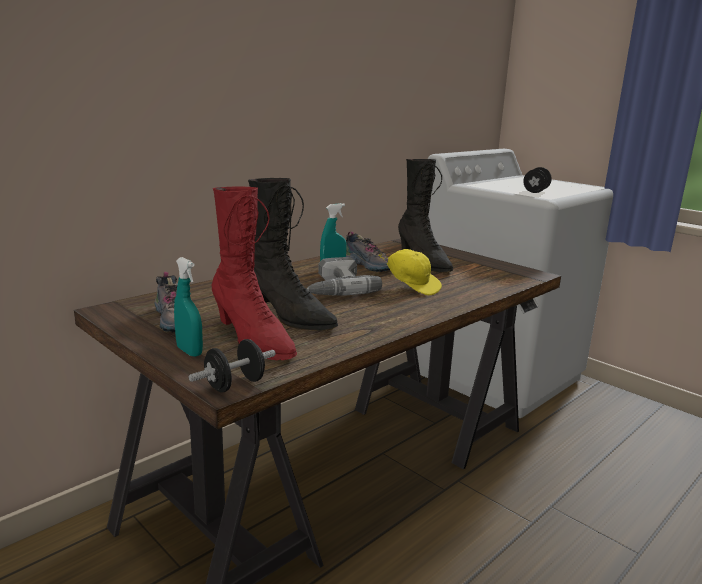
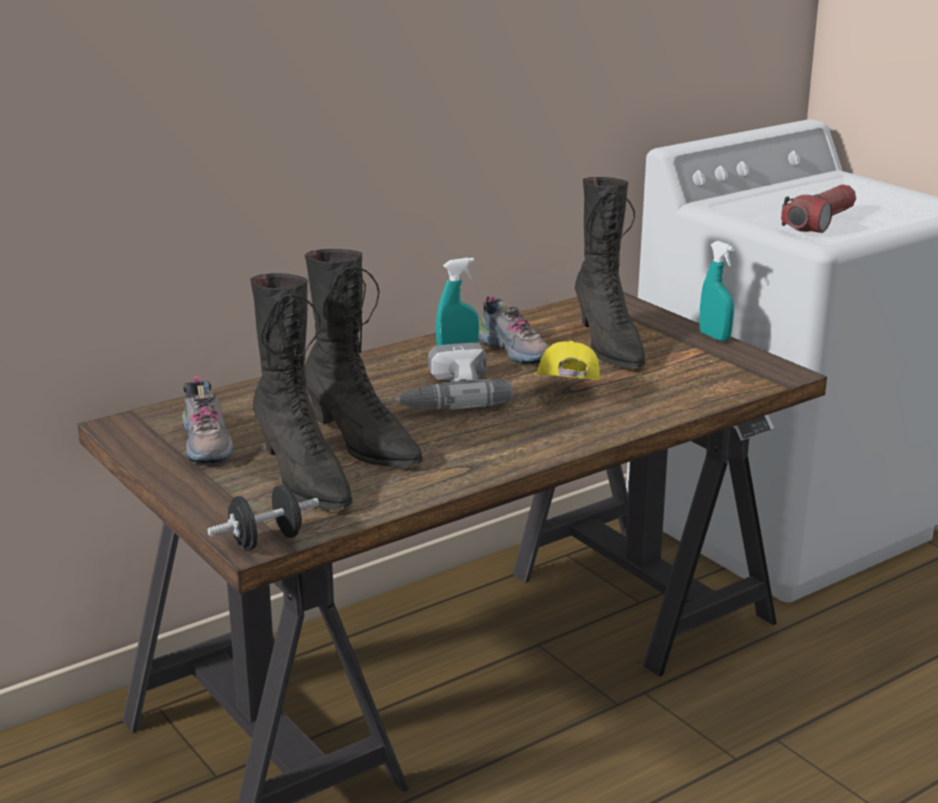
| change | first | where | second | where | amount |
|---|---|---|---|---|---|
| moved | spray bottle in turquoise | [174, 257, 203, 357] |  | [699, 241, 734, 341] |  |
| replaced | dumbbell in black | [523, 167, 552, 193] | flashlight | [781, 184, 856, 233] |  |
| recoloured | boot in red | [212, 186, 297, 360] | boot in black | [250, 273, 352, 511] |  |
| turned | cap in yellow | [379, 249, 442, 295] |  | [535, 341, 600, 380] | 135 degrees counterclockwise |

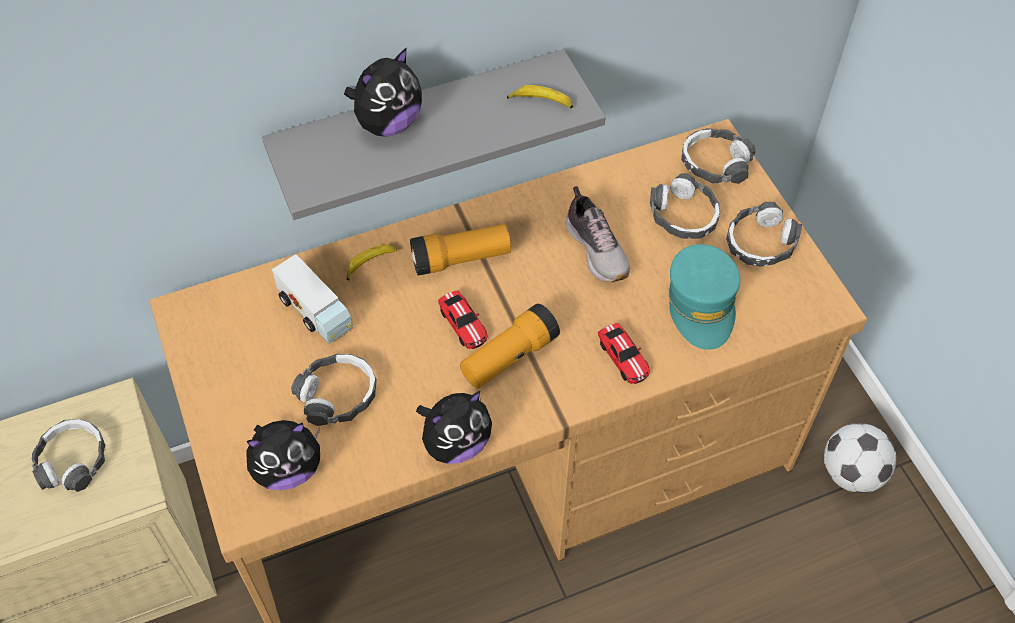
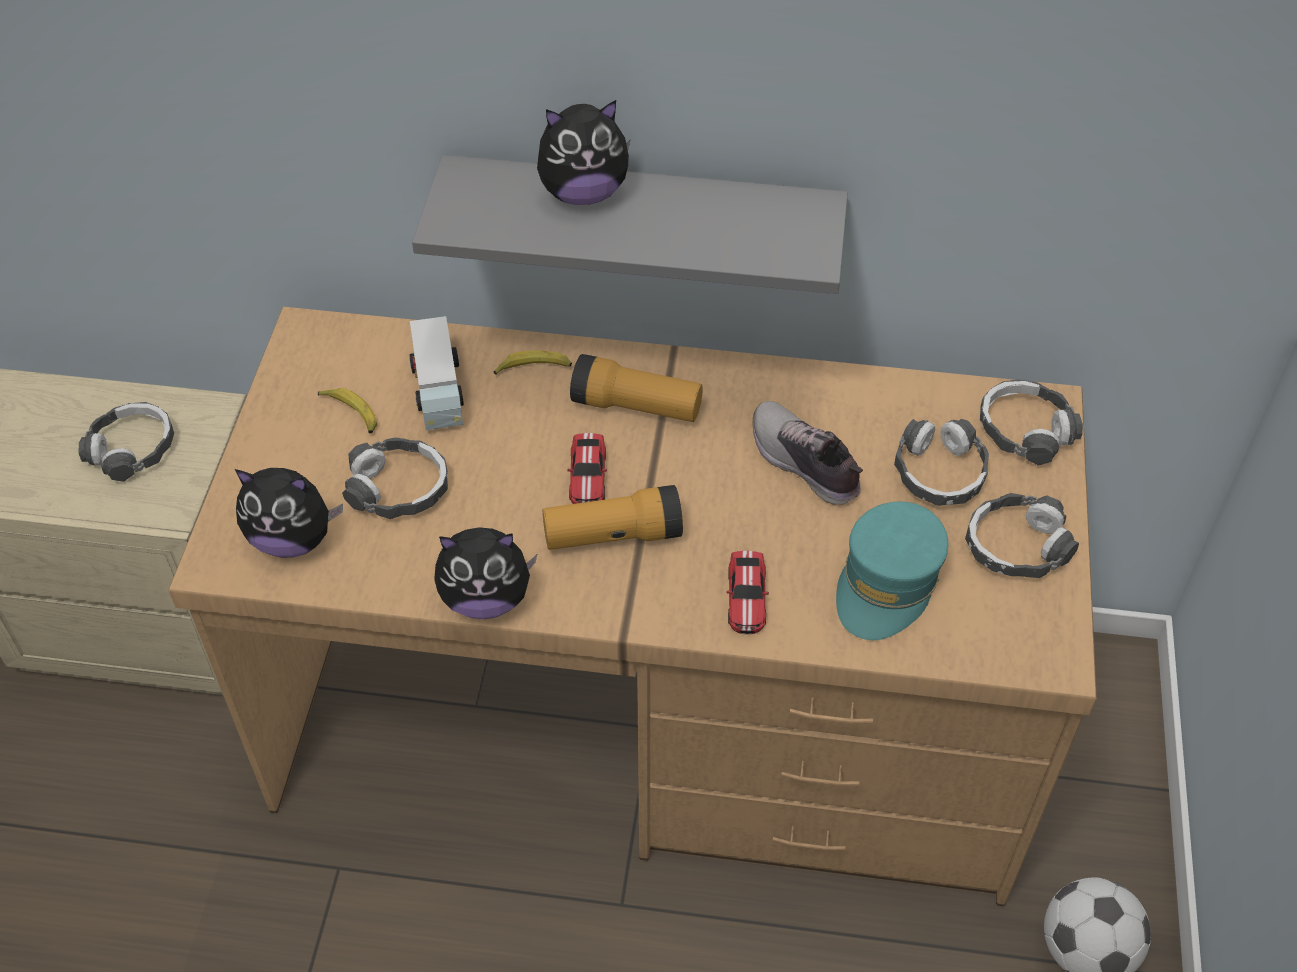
| change | first | where | second | where | amount |
|---|---|---|---|---|---|
| moved | banana | [507, 85, 573, 108] |  | [318, 388, 377, 434] |  |
| turned | shoe | [566, 186, 630, 282] |  | [753, 401, 863, 505] | 135 degrees clockwise |

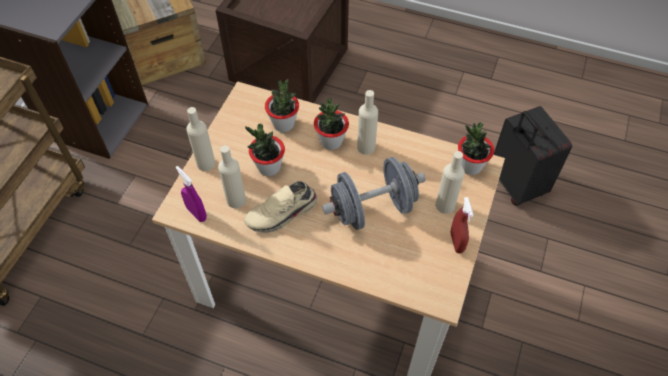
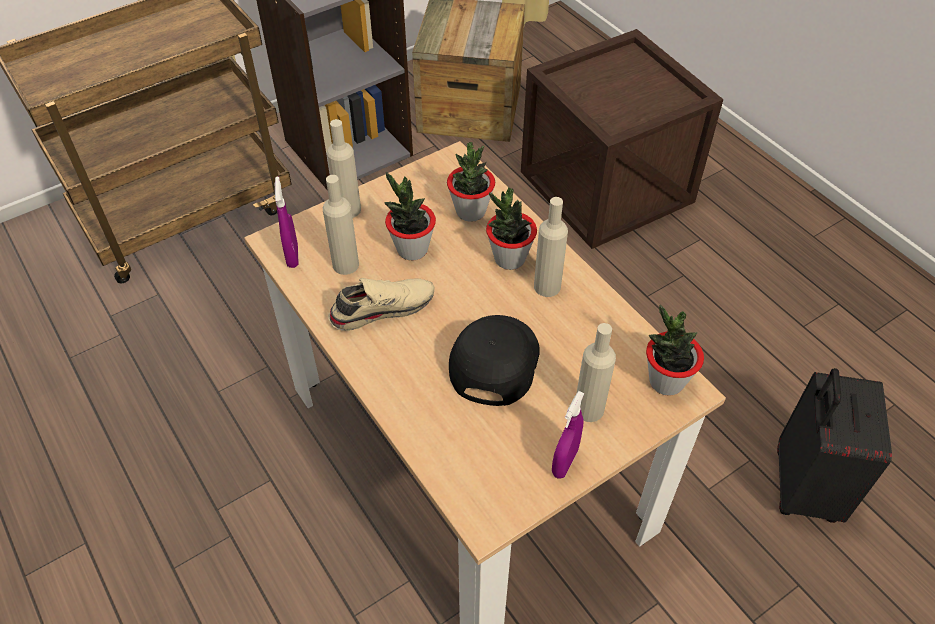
| change | first | where | second | where | amount |
|---|---|---|---|---|---|
| replaced | dumbbell in grey | [322, 157, 426, 230] | cap in black | [449, 315, 540, 406] |  |
| recoloured | spray bottle in red | [450, 197, 474, 254] | spray bottle in purple | [552, 391, 584, 479] |  |
| turned | shoe in beige | [244, 181, 318, 233] |  | [328, 278, 435, 331] | 150 degrees clockwise |

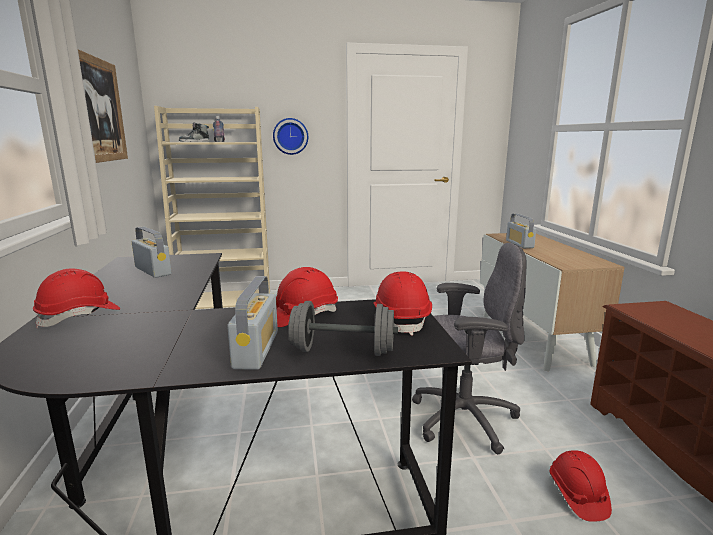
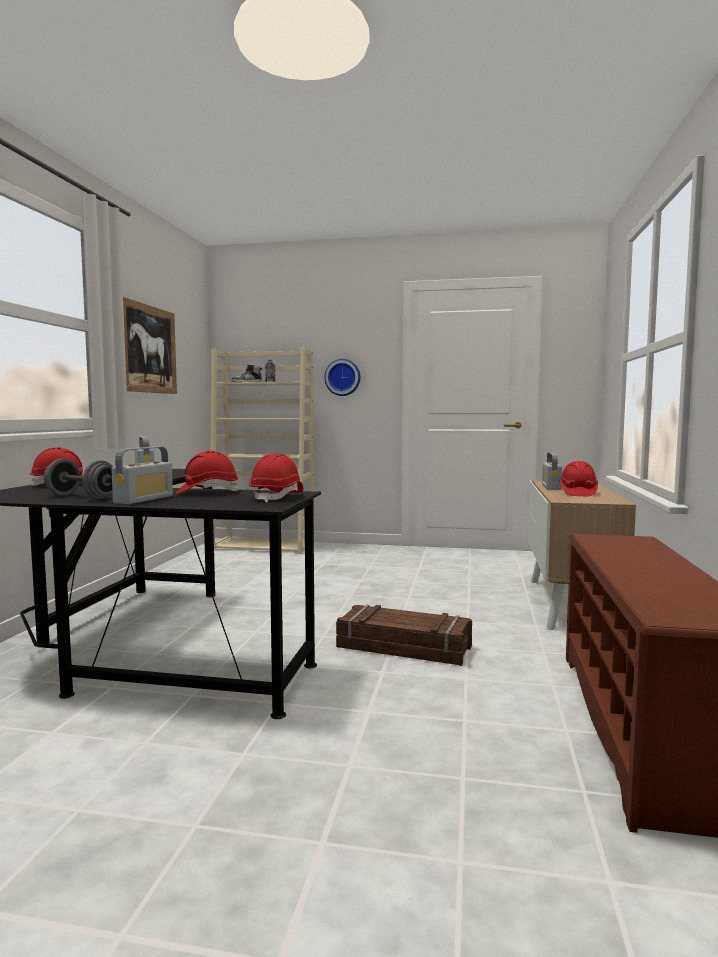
| change | first | where | second | where | amount |
|---|---|---|---|---|---|
| moved | dumbbell in grey | [288, 301, 398, 356] |  | [44, 459, 113, 499] |  |
| moved | hard hat in red | [550, 450, 612, 522] |  | [559, 461, 598, 496] |  |
| replaced | office chair in grey | [412, 243, 527, 454] | crate | [336, 605, 472, 666] |  |

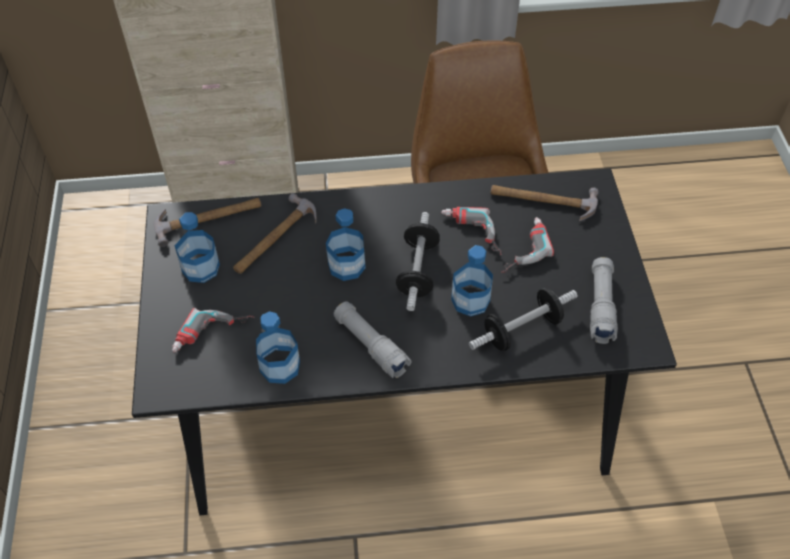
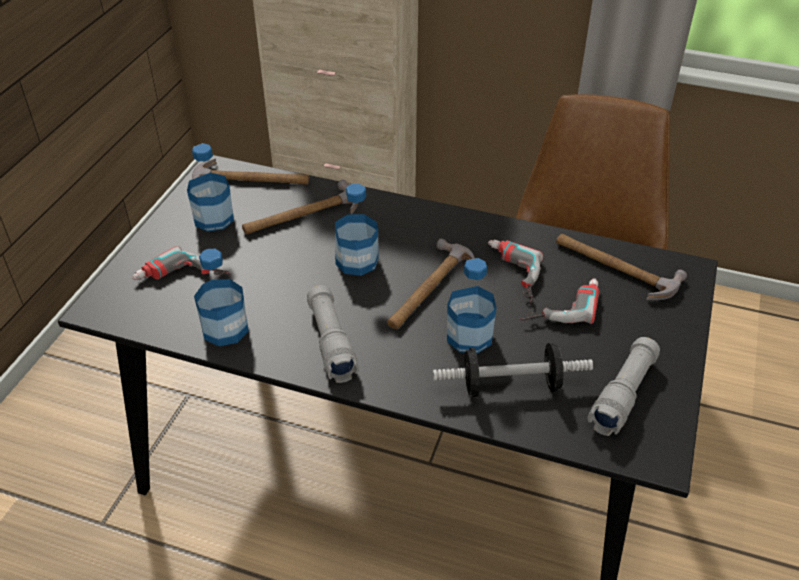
| change | first | where | second | where | amount |
|---|---|---|---|---|---|
| replaced | dumbbell | [396, 212, 440, 311] | hammer | [387, 238, 475, 329] |  |

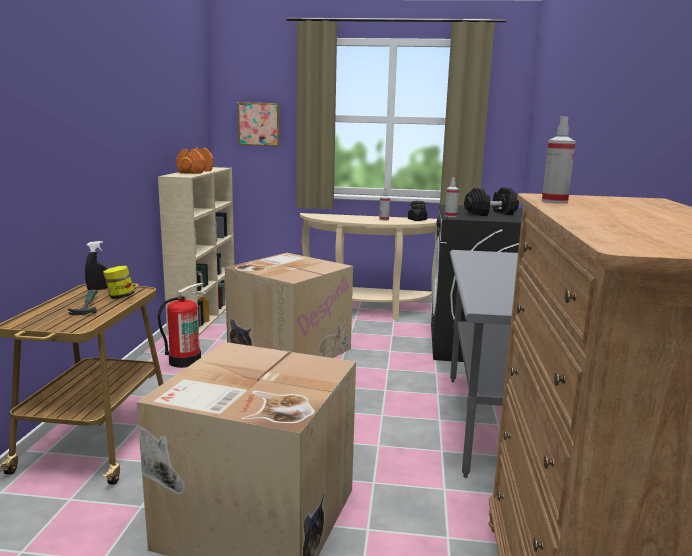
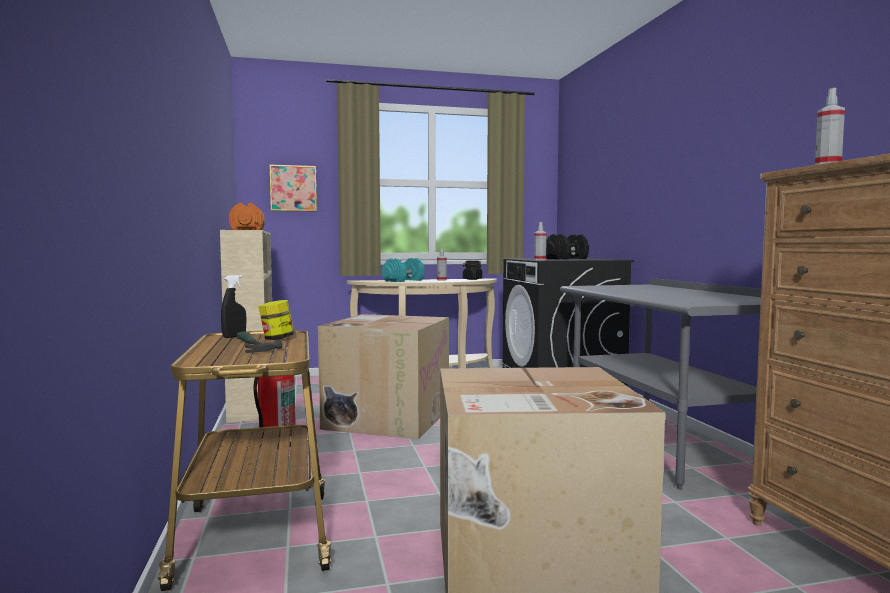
| change | first | where | second | where | amount |
|---|---|---|---|---|---|
| added |  |  | dumbbell in turquoise | [382, 258, 425, 282] |  |

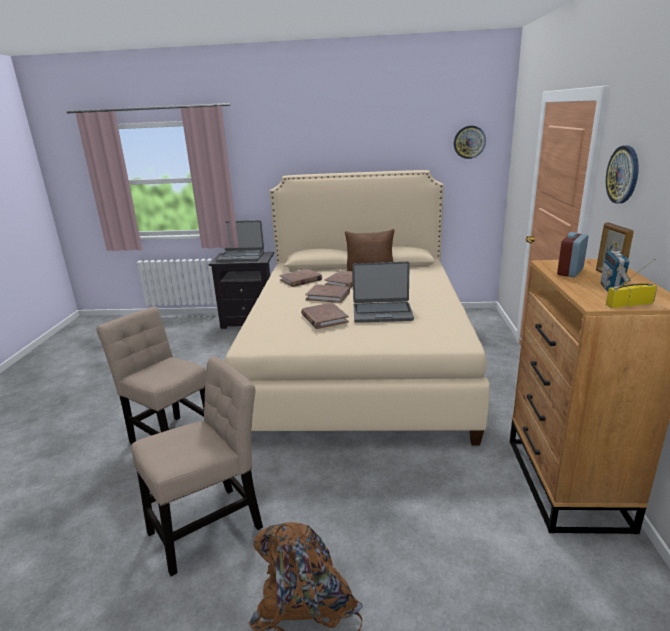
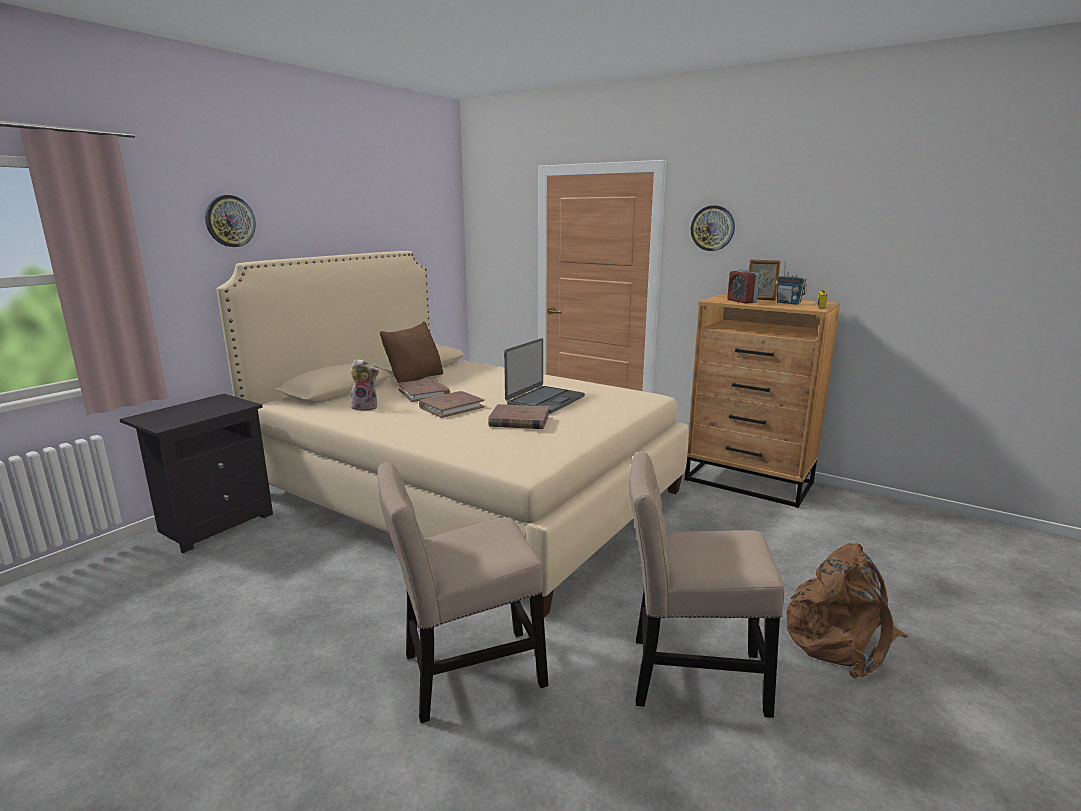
| change | first | where | second | where | amount |
|---|---|---|---|---|---|
| removed | laptop | [217, 220, 264, 262] |  |  |  |
| moved | wall clock | [454, 126, 486, 159] |  | [205, 195, 256, 247] |  |
| replaced | book in brown | [279, 269, 322, 287] | plush toy | [350, 359, 379, 411] |  |
| turned | chair in beige | [131, 356, 263, 576] |  | [629, 451, 784, 718] | 75 degrees counterclockwise |

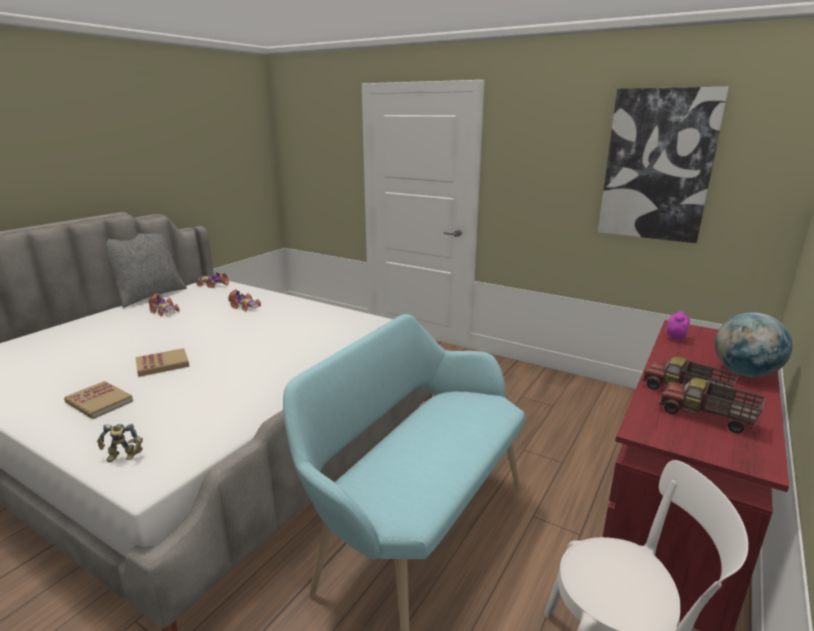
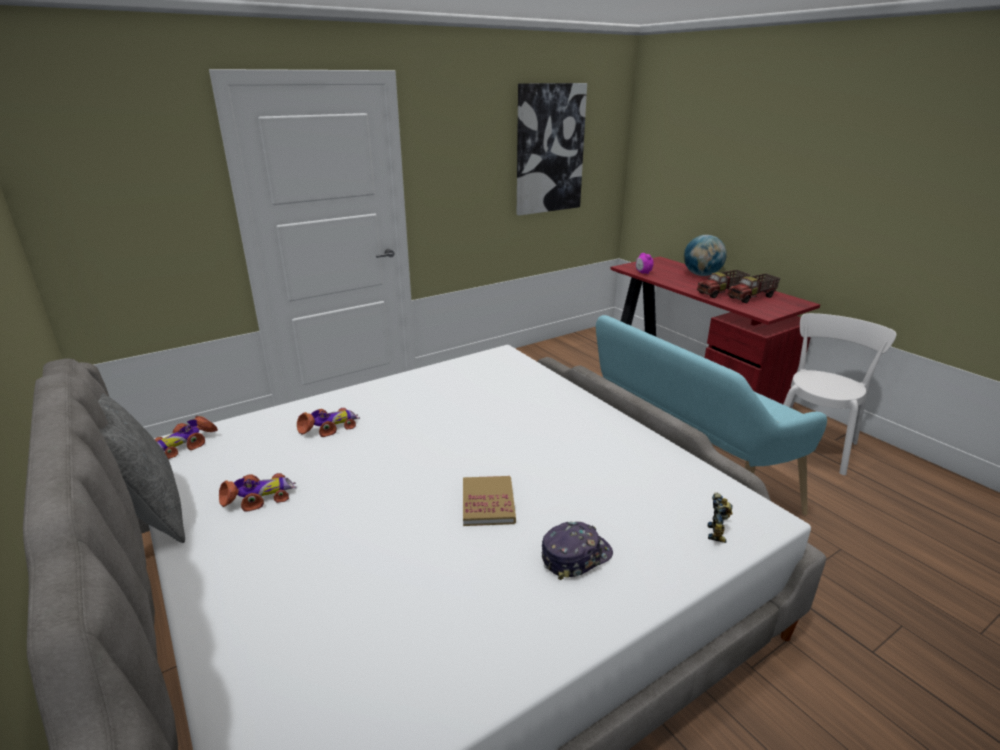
| change | first | where | second | where | amount |
|---|---|---|---|---|---|
| replaced | book | [64, 381, 133, 419] | cap | [541, 522, 613, 580] |  |

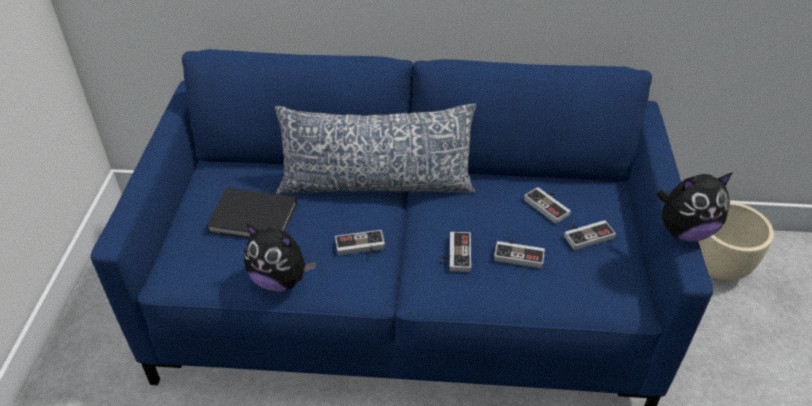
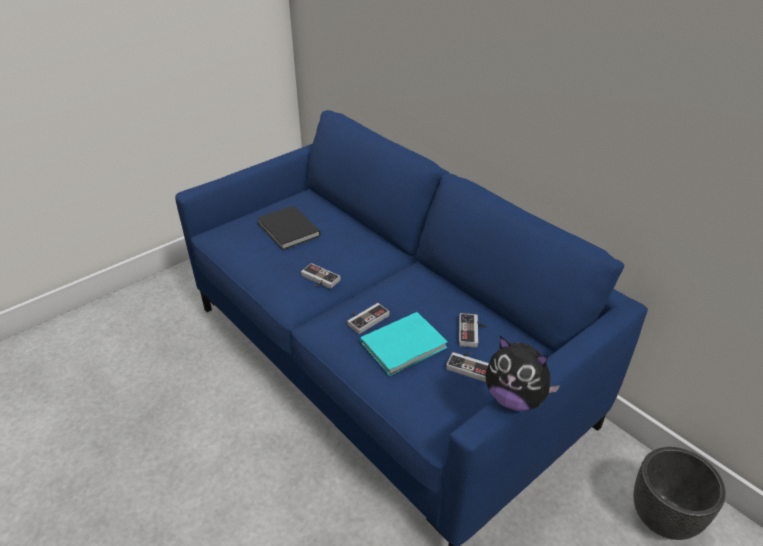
| change | first | where | second | where | amount |
|---|---|---|---|---|---|
| removed | plush toy | [244, 224, 316, 292] |  |  |  |
| removed | pillow | [275, 103, 476, 194] |  |  |  |
| replaced | game controller | [494, 238, 545, 268] | book in turquoise | [361, 312, 448, 376] |  |
| recoloured | planter in beige | [698, 202, 774, 281] | planter in black | [633, 447, 726, 540] |  |

